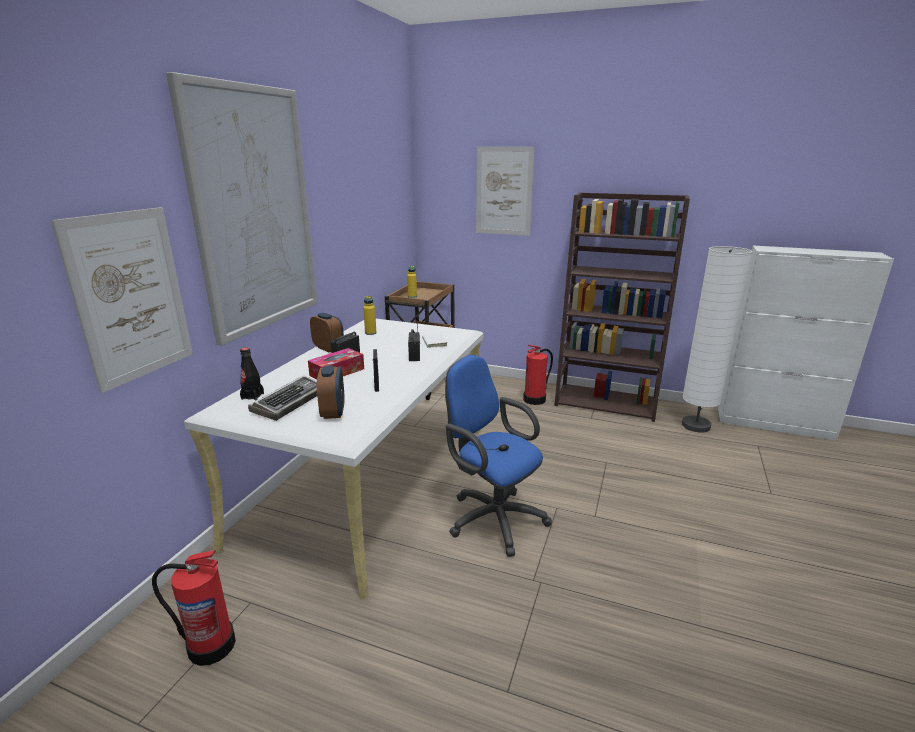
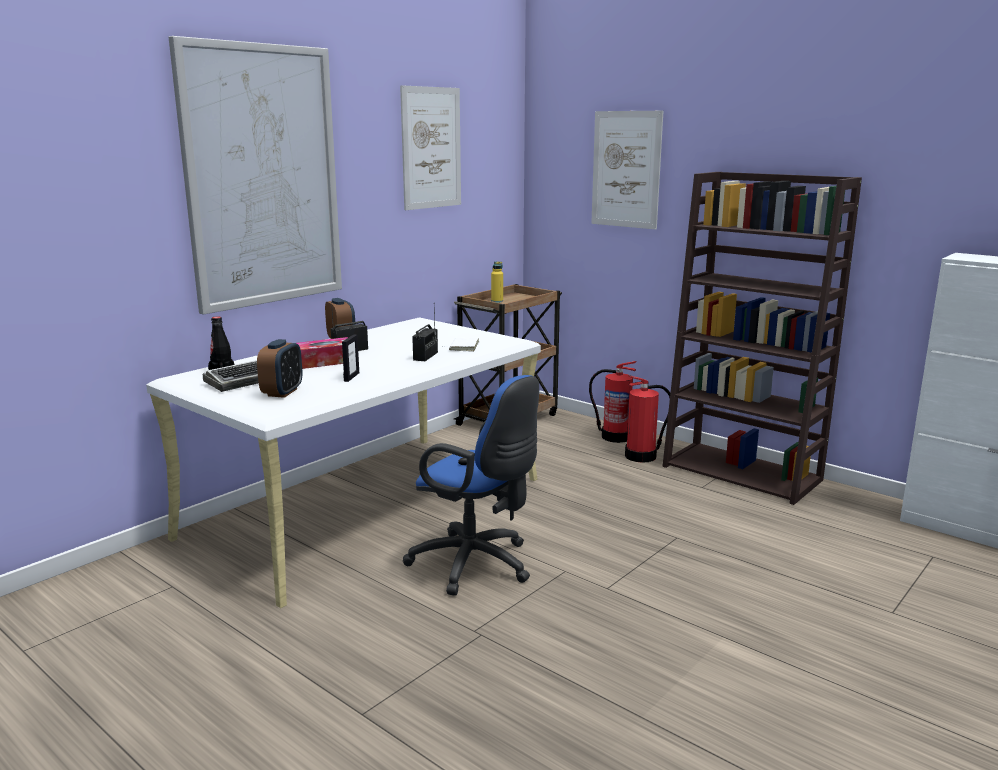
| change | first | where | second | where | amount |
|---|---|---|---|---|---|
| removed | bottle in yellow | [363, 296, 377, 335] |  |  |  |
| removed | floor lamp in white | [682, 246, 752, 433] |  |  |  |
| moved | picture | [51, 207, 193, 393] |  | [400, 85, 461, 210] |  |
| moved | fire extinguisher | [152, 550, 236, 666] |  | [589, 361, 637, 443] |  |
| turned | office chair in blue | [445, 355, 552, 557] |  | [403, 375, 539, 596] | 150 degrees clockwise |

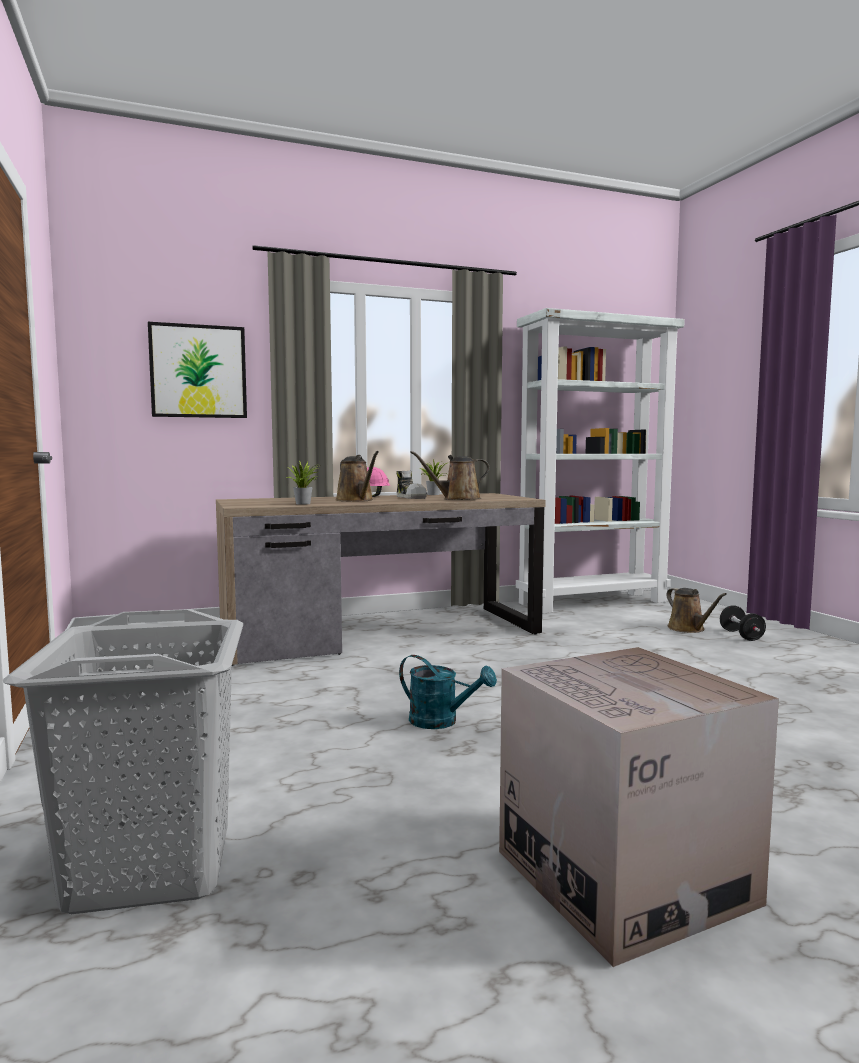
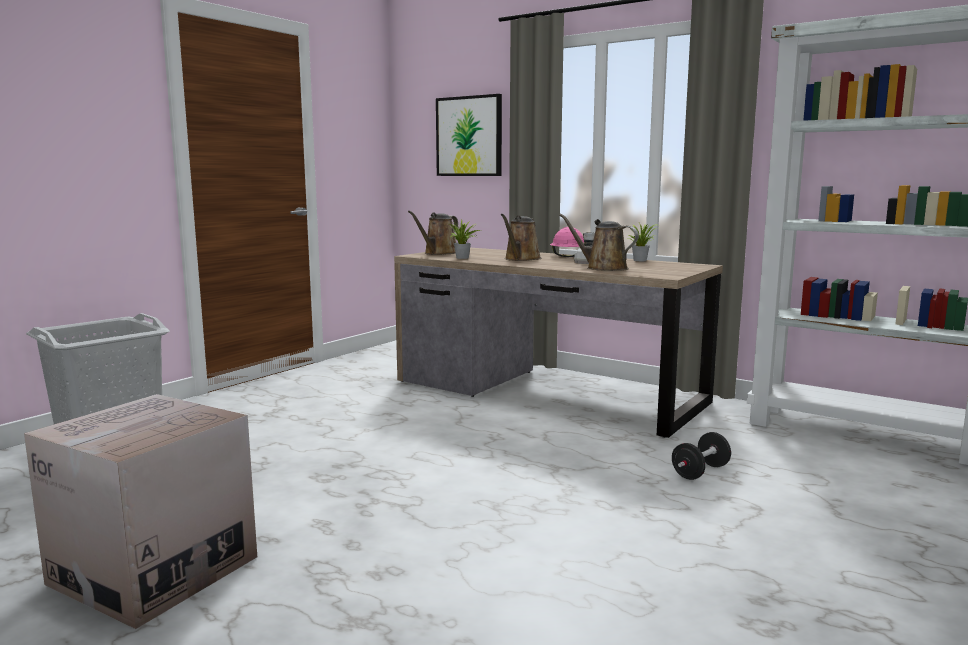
| change | first | where | second | where | amount |
|---|---|---|---|---|---|
| removed | watering can in turquoise | [399, 655, 497, 729] |  |  |  |
| moved | watering can in brown | [666, 588, 727, 633] |  | [408, 211, 458, 255] |  |
| moved | dumbbell in black | [720, 605, 766, 641] |  | [672, 432, 731, 480] |  |

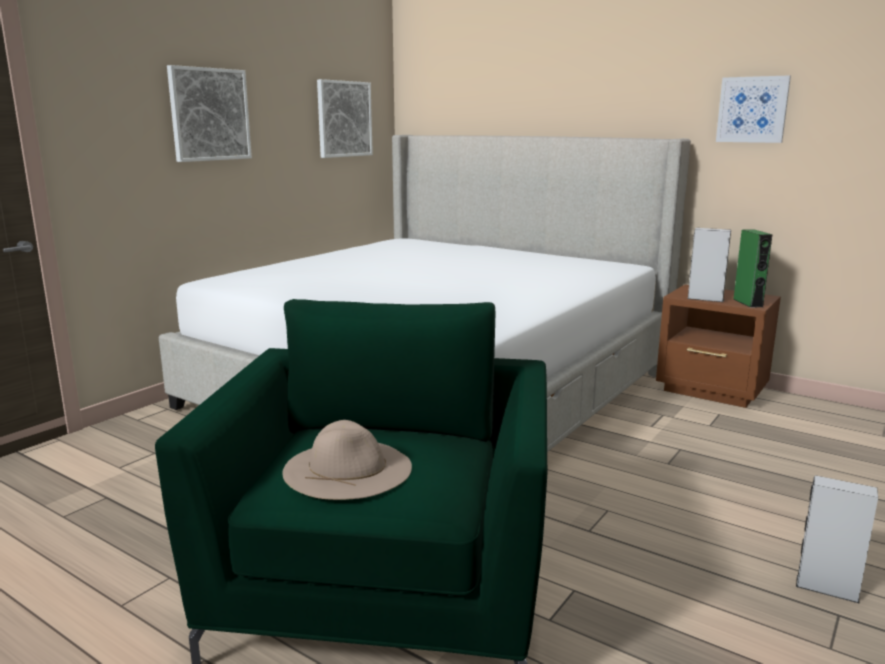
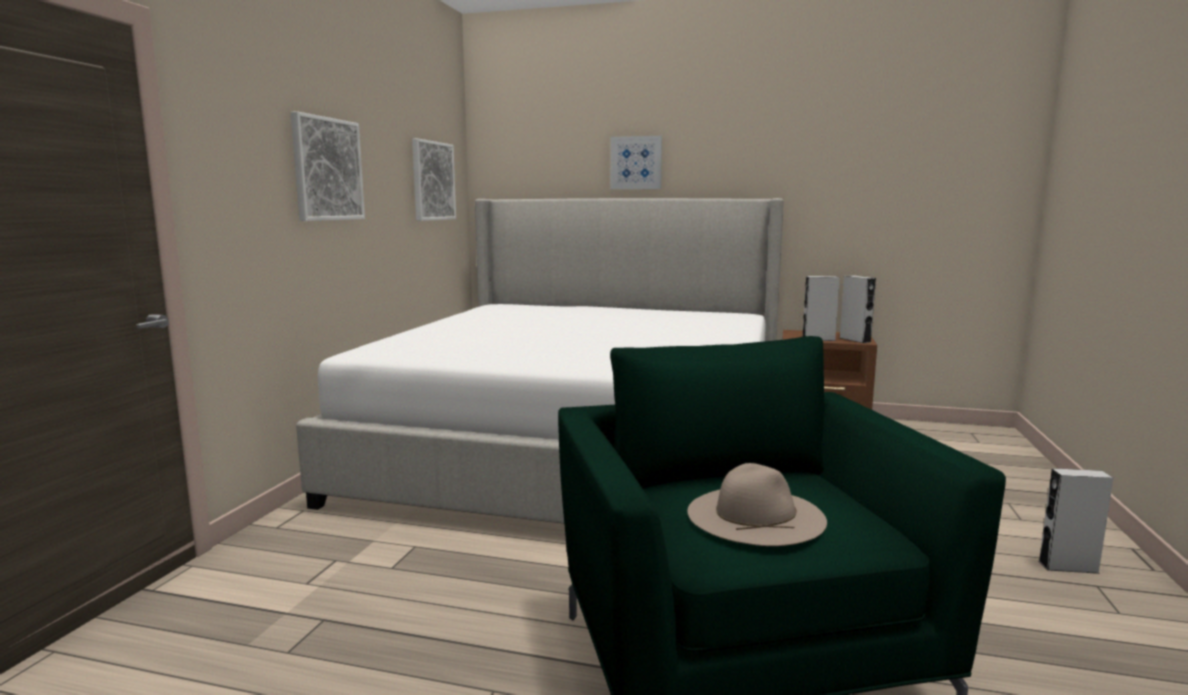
| change | first | where | second | where | amount |
|---|---|---|---|---|---|
| moved | picture | [716, 75, 791, 143] |  | [611, 136, 662, 189] |  |
| recoloured | speaker in green | [733, 229, 773, 308] | speaker in grey | [840, 275, 876, 343] |  |

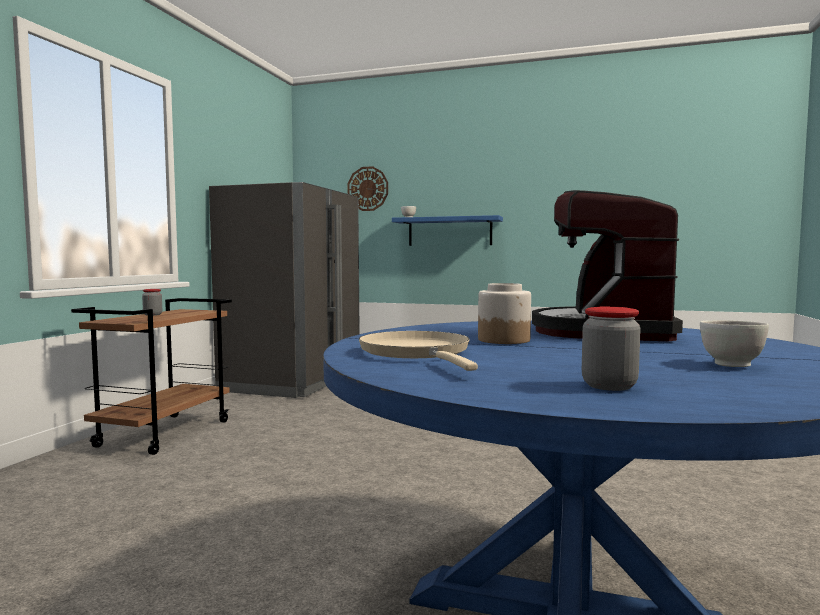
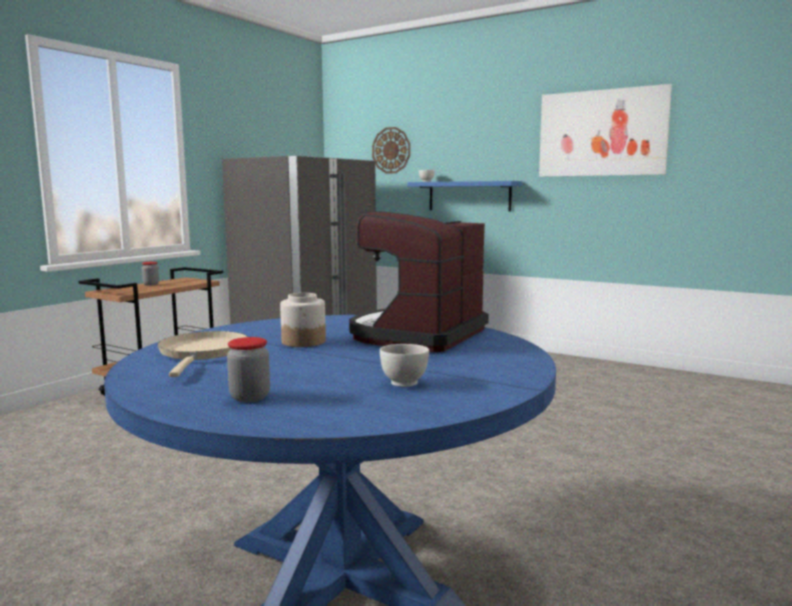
| change | first | where | second | where | amount |
|---|---|---|---|---|---|
| added |  |  | picture | [539, 84, 672, 177] |  |

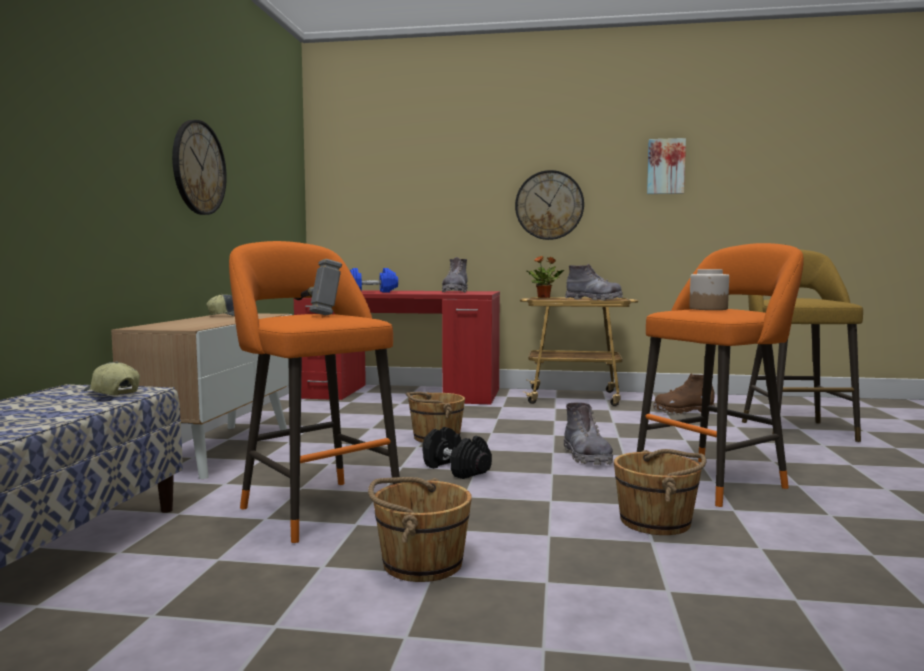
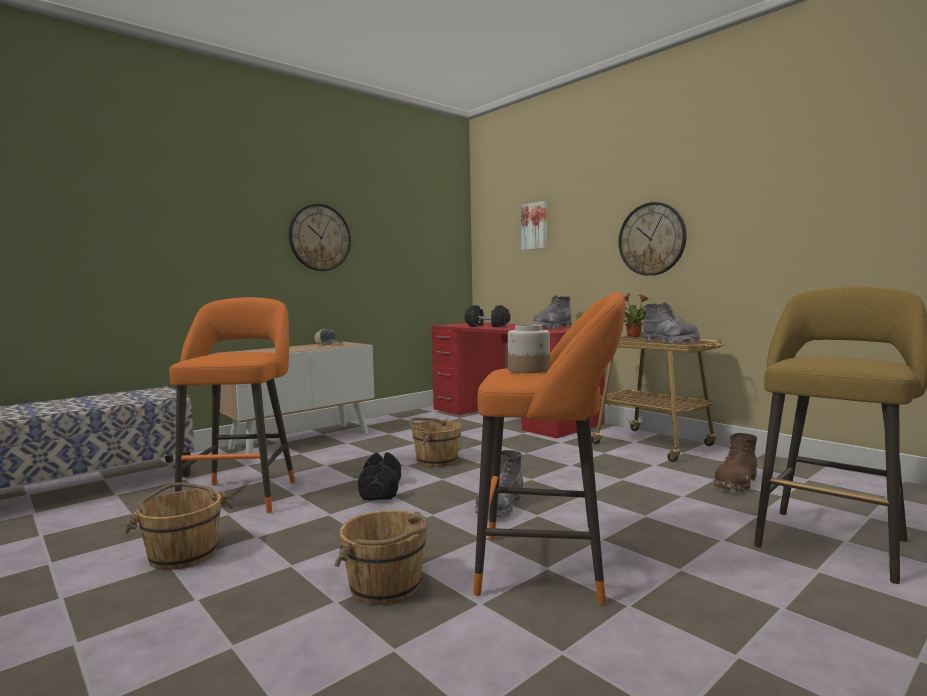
| change | first | where | second | where | amount |
|---|---|---|---|---|---|
| removed | cap | [84, 361, 140, 395] |  |  |  |
| removed | hammer | [294, 259, 342, 315] |  |  |  |
| moved | picture | [647, 138, 686, 194] |  | [521, 201, 547, 250] |  |
| recoloured | dumbbell in blue | [350, 268, 398, 293] | dumbbell in black | [464, 305, 511, 327] |  |
| turned | boot in brown | [653, 374, 716, 415] |  | [714, 433, 757, 493] | 90 degrees counterclockwise |

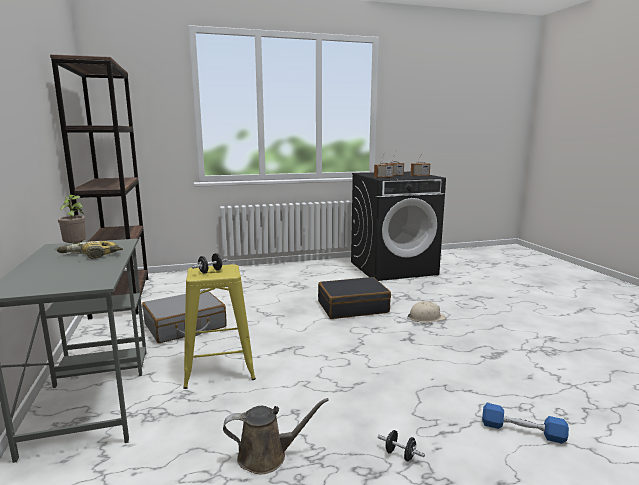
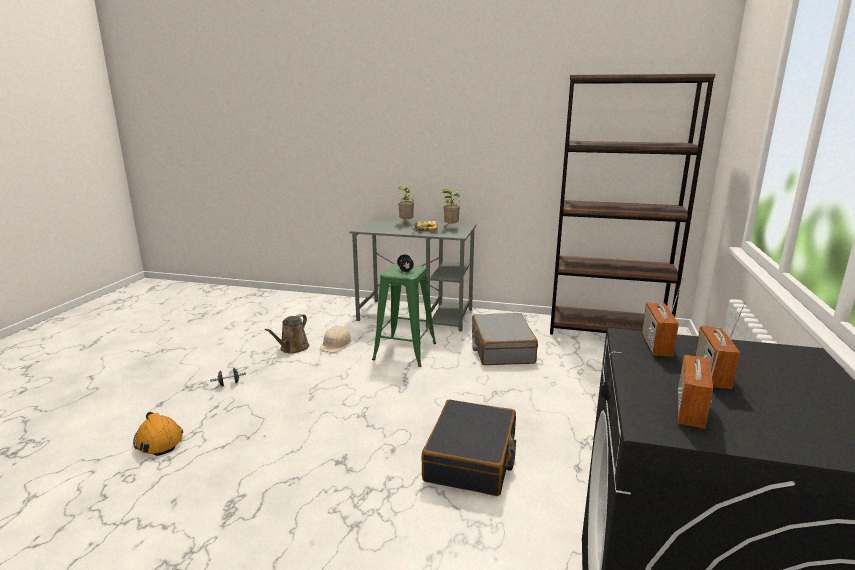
| change | first | where | second | where | amount |
|---|---|---|---|---|---|
| added |  |  | potted plant | [398, 186, 414, 225] |  |
| moved | hard hat in beige | [407, 301, 447, 323] |  | [320, 326, 352, 352] |  |
| replaced | dumbbell in blue | [482, 403, 569, 444] | hard hat in orange | [133, 412, 183, 456] |  |
| recoloured | stool in yellow | [183, 264, 256, 389] | stool in green | [372, 264, 436, 367] |  |

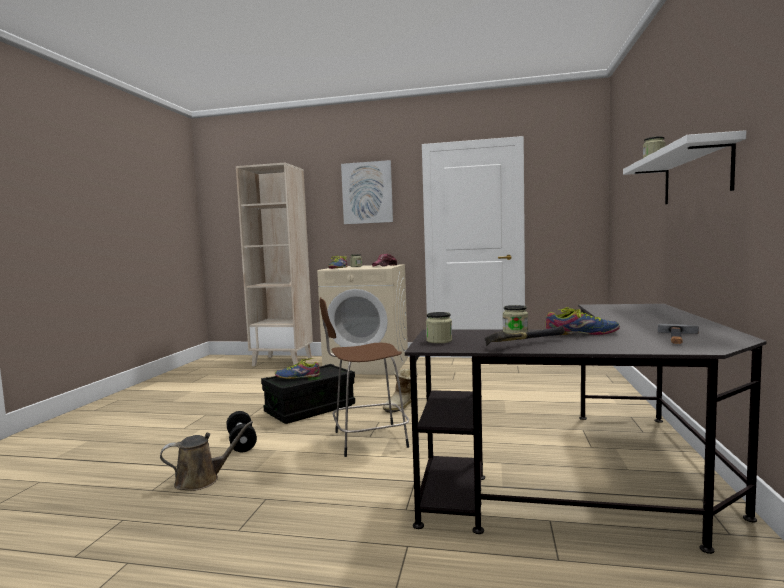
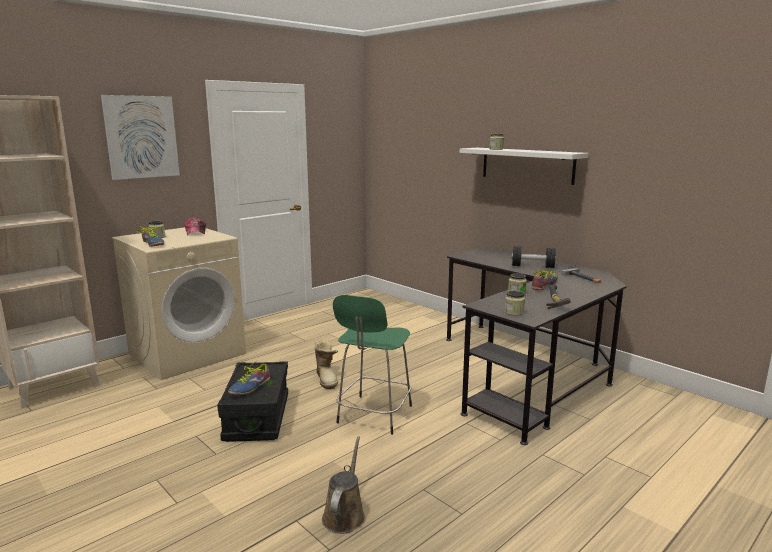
| change | first | where | second | where | amount |
|---|---|---|---|---|---|
| moved | dumbbell in black | [226, 411, 257, 452] |  | [512, 246, 556, 268] |  |
| recoloured | stool in brown | [320, 297, 409, 457] | stool in green | [333, 295, 412, 435] |  |

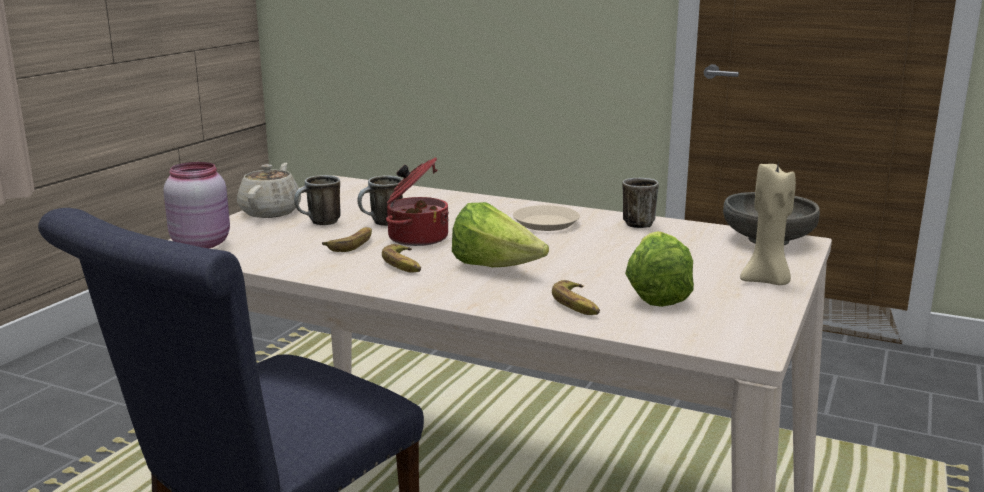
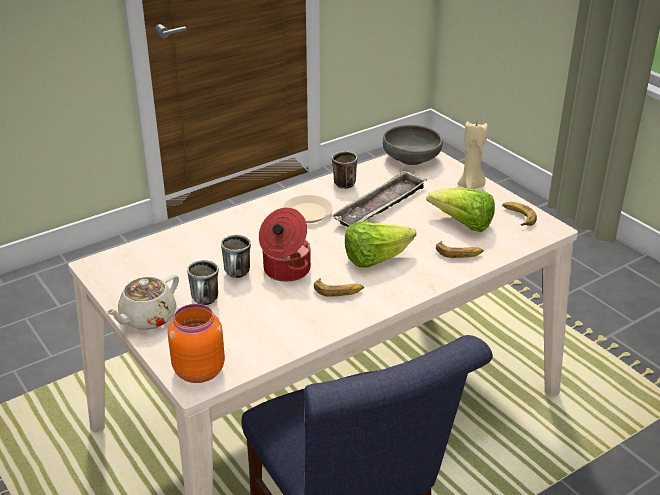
| change | first | where | second | where | amount |
|---|---|---|---|---|---|
| added |  |  | tray | [331, 170, 427, 227] |  |
| moved | banana | [322, 227, 372, 252] |  | [502, 202, 537, 226] |  |
| recoloured | jar in pink | [163, 162, 230, 248] | jar in orange | [168, 304, 225, 383] |  |
| turned | teapot in beige | [237, 163, 301, 218] |  | [106, 274, 179, 330] | 90 degrees counterclockwise |

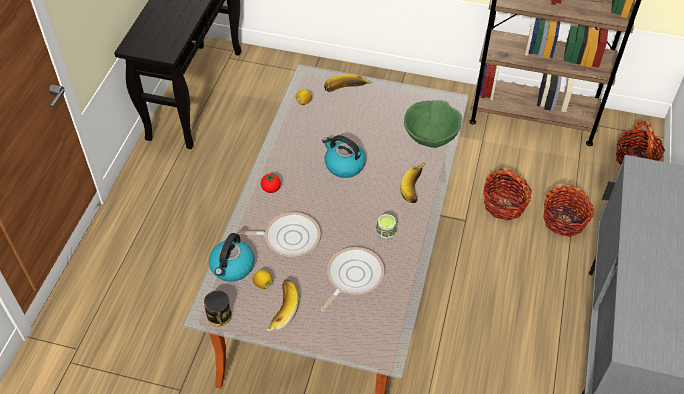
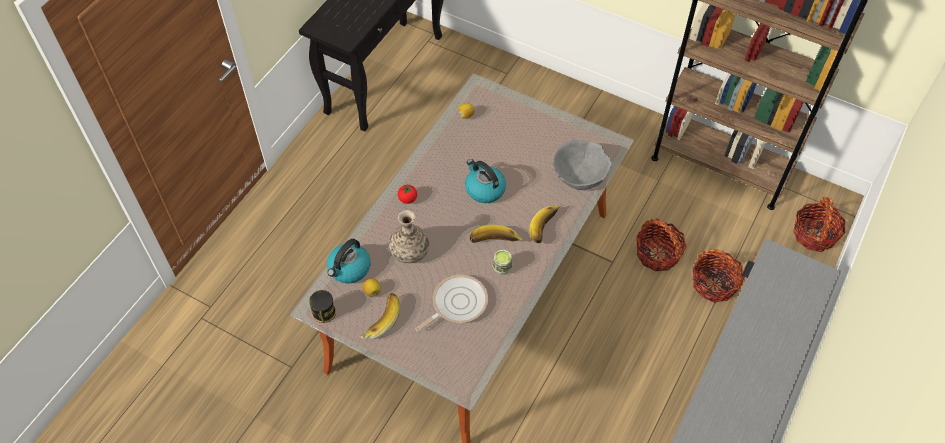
| change | first | where | second | where | amount |
|---|---|---|---|---|---|
| moved | banana | [324, 74, 372, 92] |  | [470, 225, 524, 243] |  |
| replaced | frying pan | [236, 212, 321, 257] | vase | [389, 210, 429, 263] |  |
| recoloured | bowl in green | [404, 101, 462, 148] | bowl in grey | [553, 140, 612, 190] |  |

